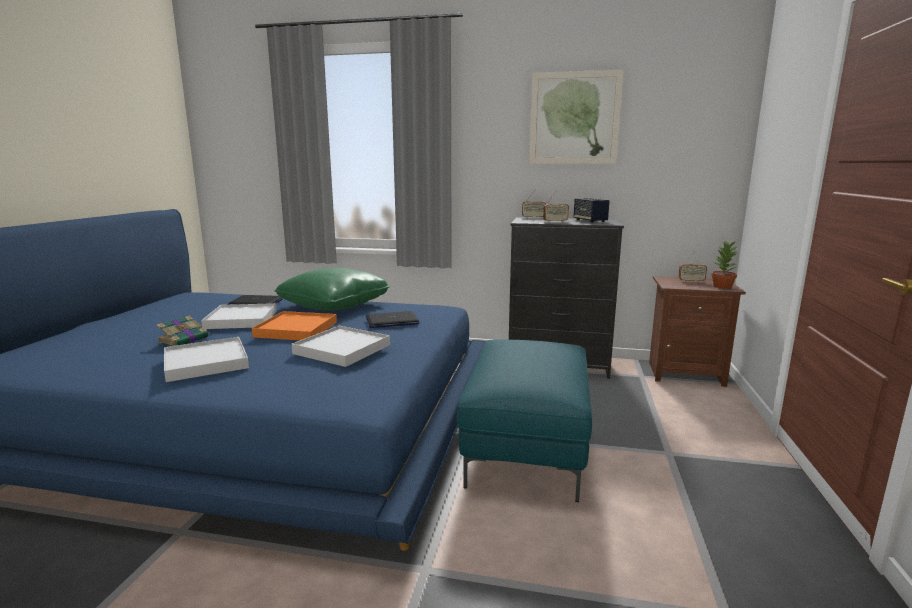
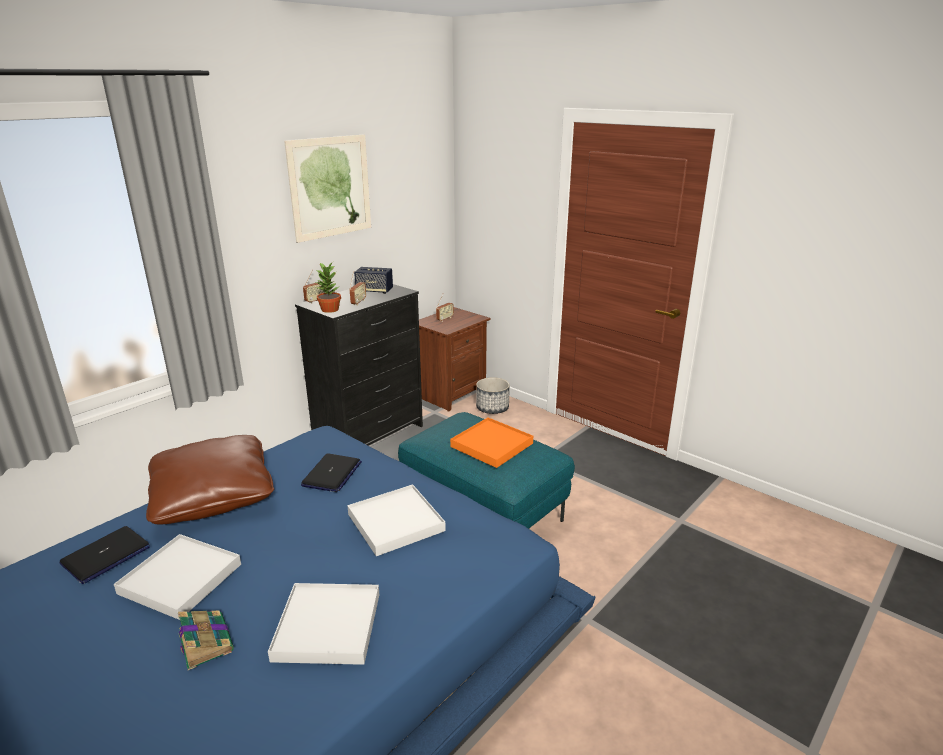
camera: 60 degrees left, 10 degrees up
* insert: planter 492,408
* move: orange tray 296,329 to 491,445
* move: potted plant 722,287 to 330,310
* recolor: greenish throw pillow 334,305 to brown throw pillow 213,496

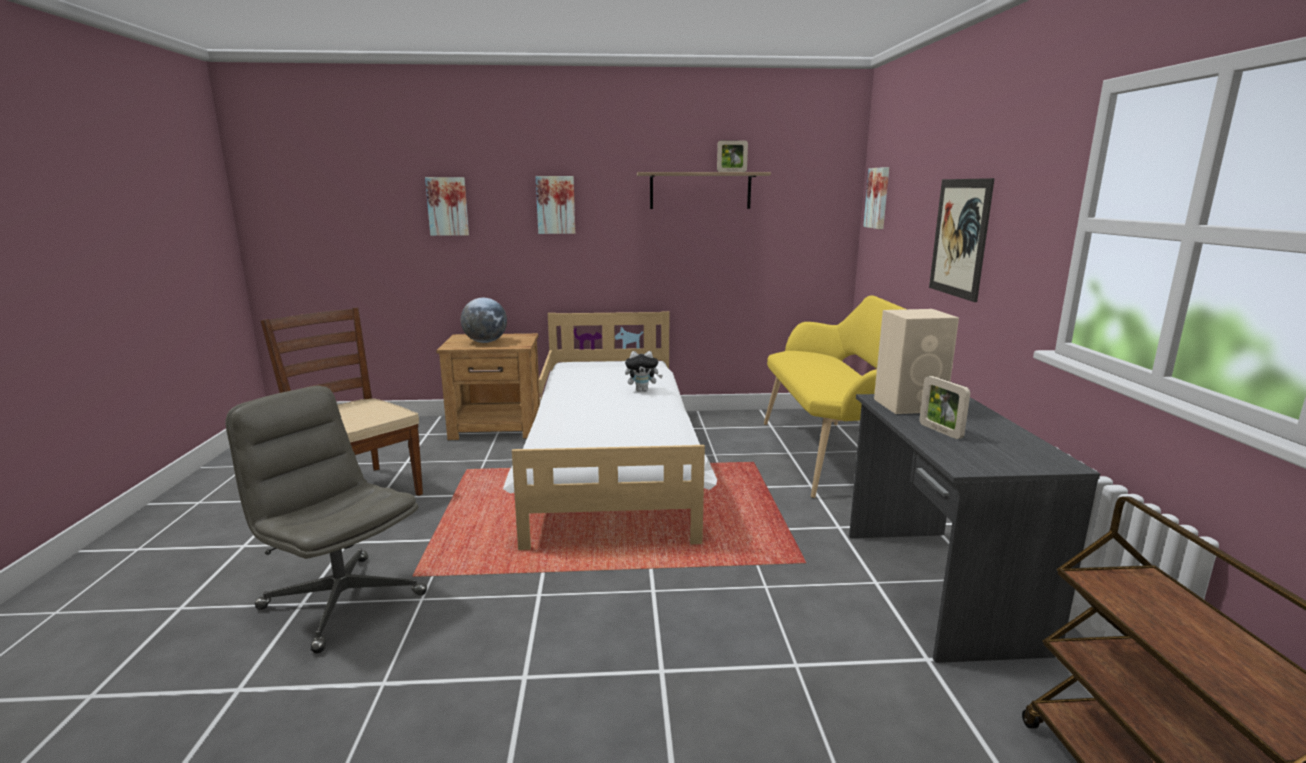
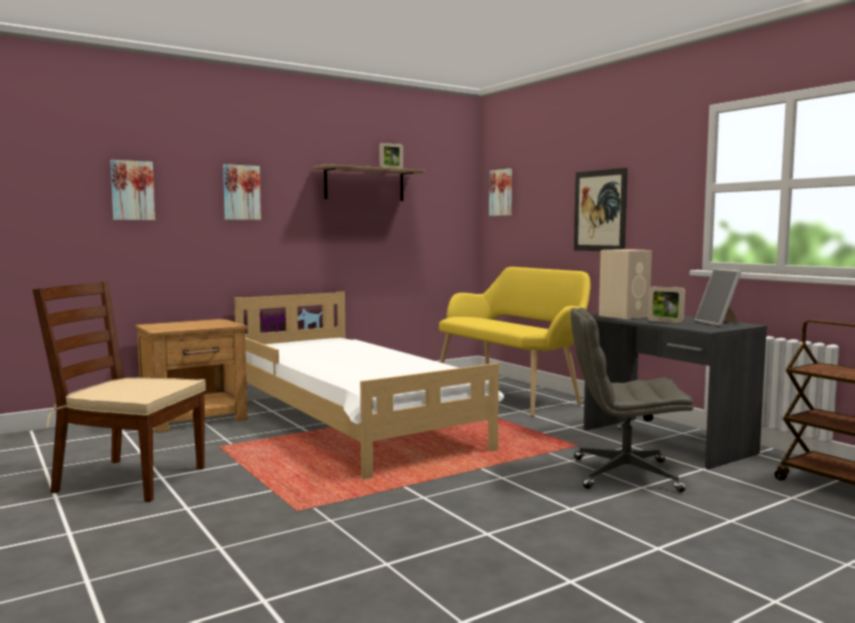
camera: 30 degrees left, 10 degrees down
* delete: globe 485,342
* delete: plush toy 642,390
* insert: picture frame 718,323
* move: greyish desk chair 341,601 to 623,474

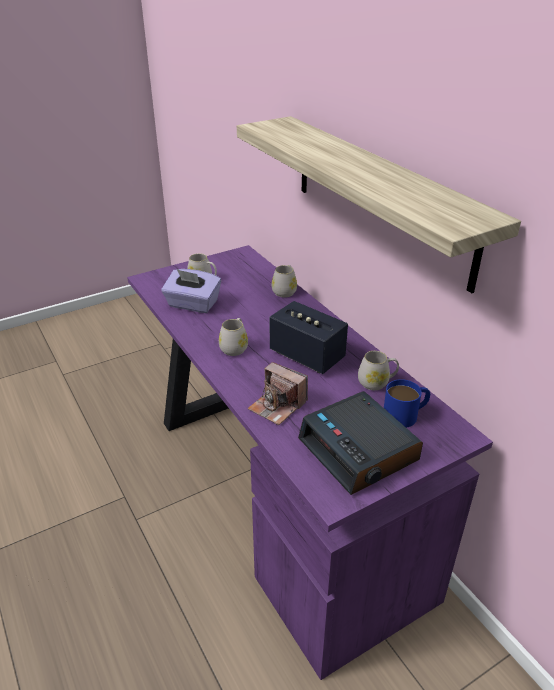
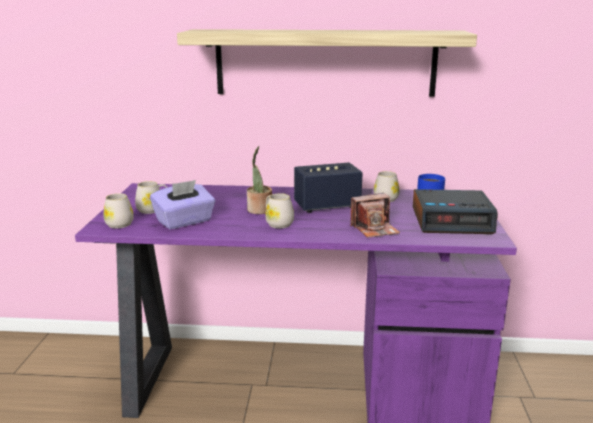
camera: 55 degrees left, 15 degrees down
* insert: potted plant 259,210
* move: whitish mug 285,290 to 118,223

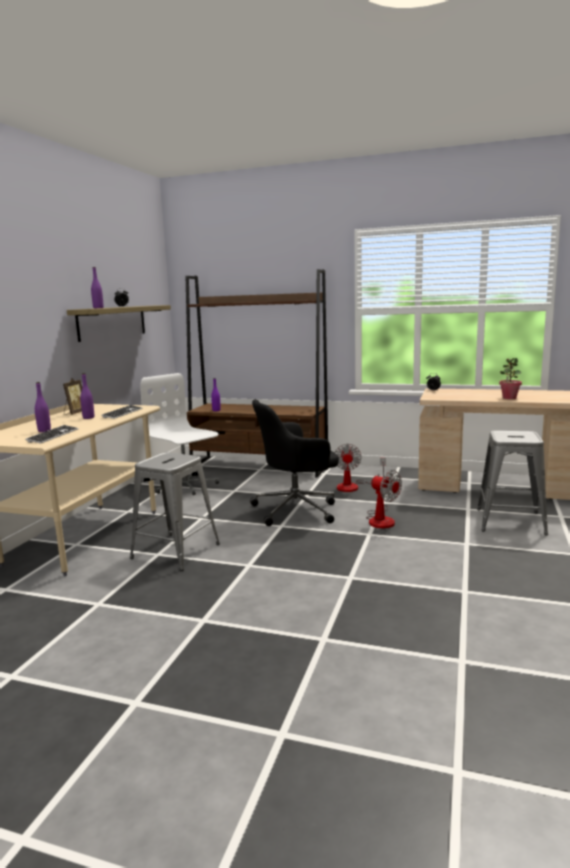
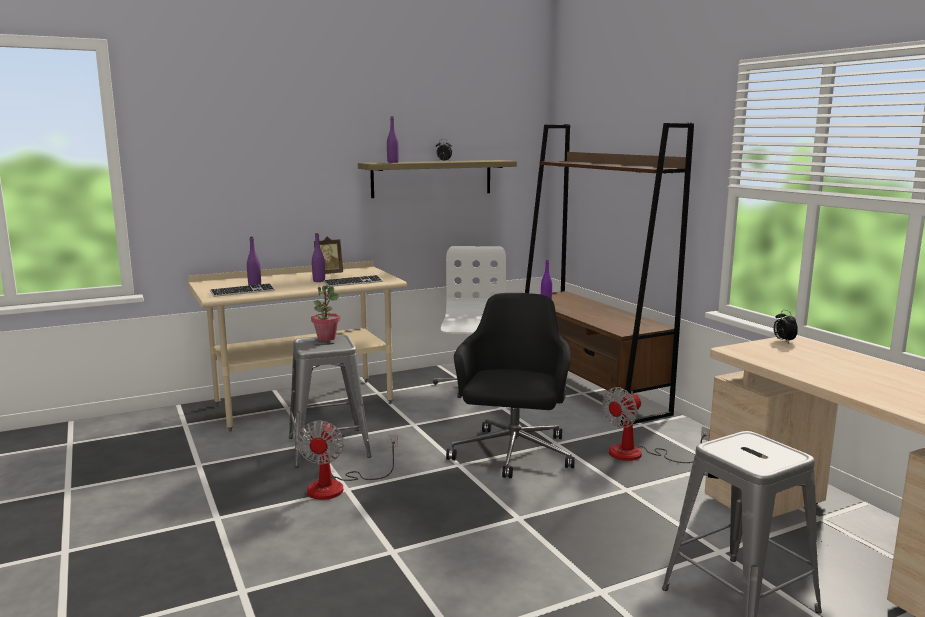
camera: 45 degrees right, 0 degrees up
* move: fan 381,519 to 338,486
* move: potted plant 509,398 to 326,338
* rotate: black desk chair 297,509 = 512,454 75 degrees clockwise

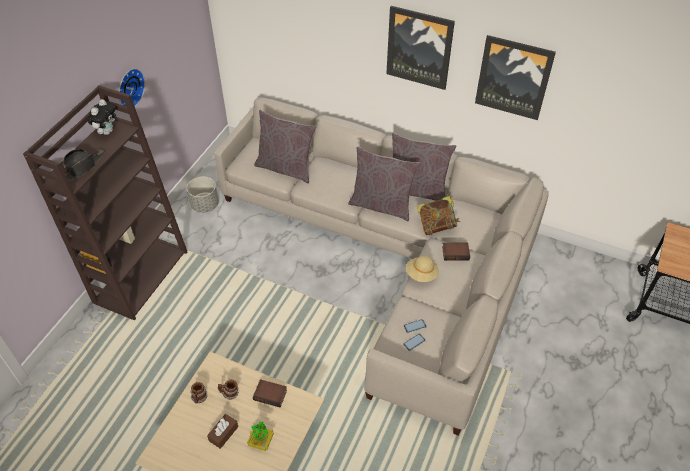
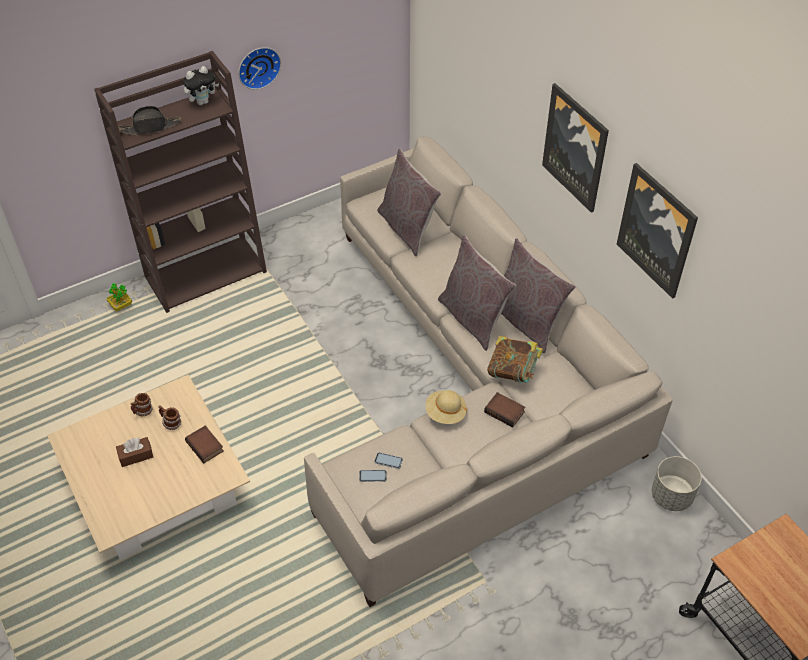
camera: 35 degrees right, 0 degrees up
* move: greyish planter 205,205 to 672,496
* move: potted plant 261,442 to 121,305

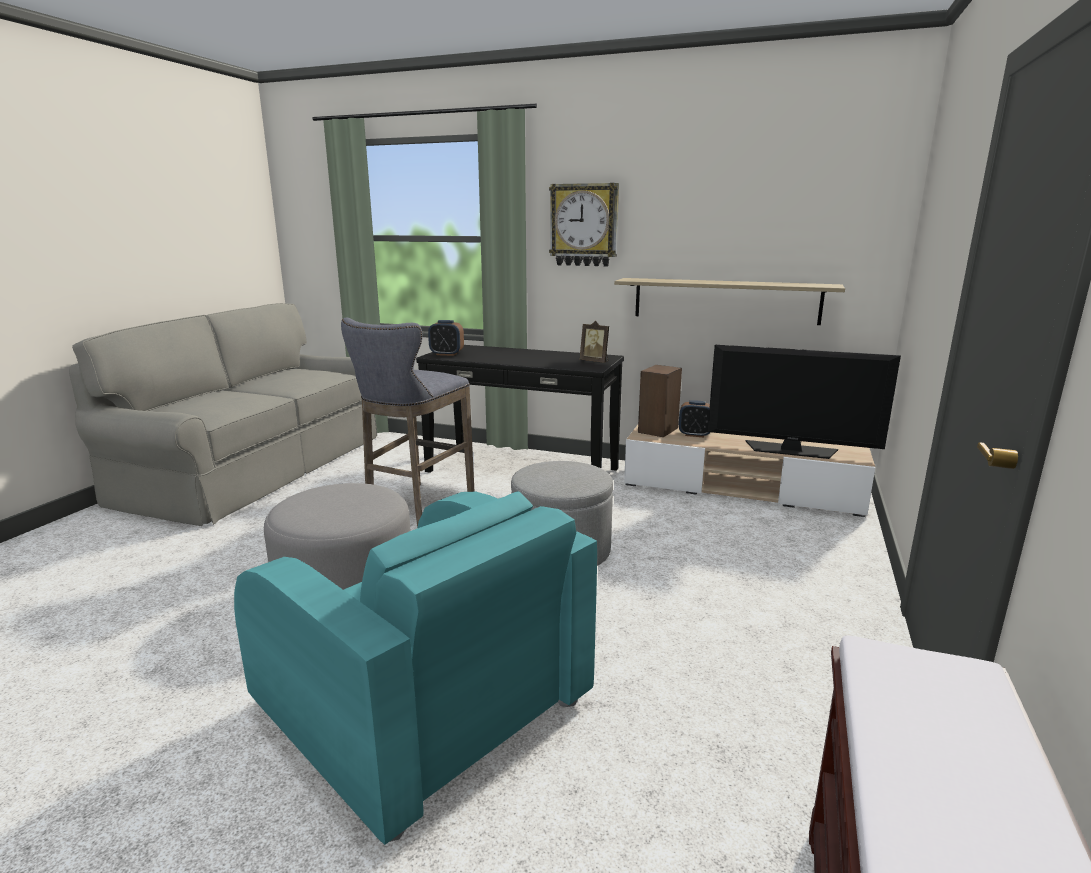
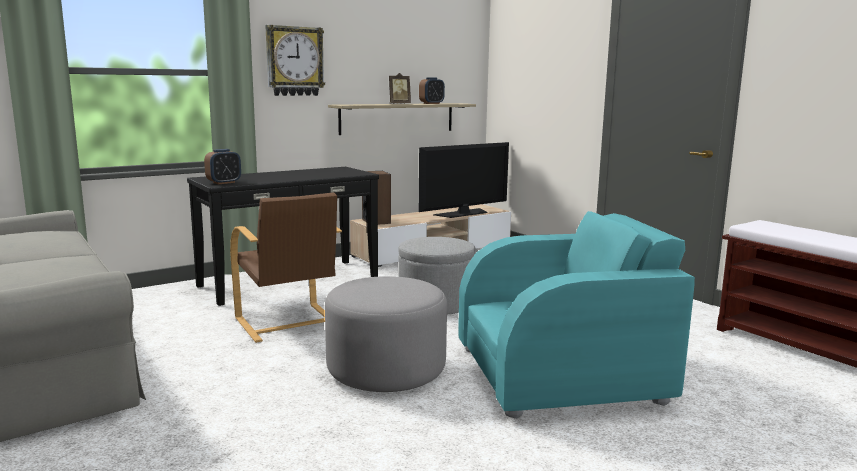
camera: 55 degrees left, 5 degrees down
* move: picture frame 595,361 to 399,104
* move: alarm clock 694,434 to 431,103
* replace: greyish stool seat 417,508 to brown armchair 288,323

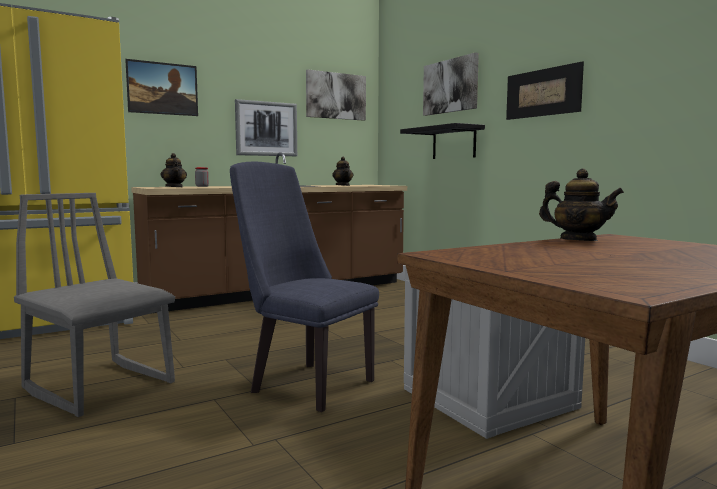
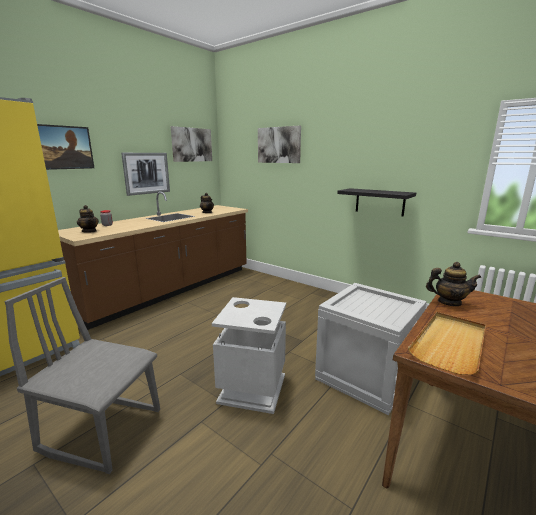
camera: 20 degrees left, 10 degrees up
* delete: picture 542,92
* insert: beige-coloured tray 450,343
* move: black shelf 454,143 to 379,202
* replace: blue upright chair 305,383 to greyish rubbish bin 252,388

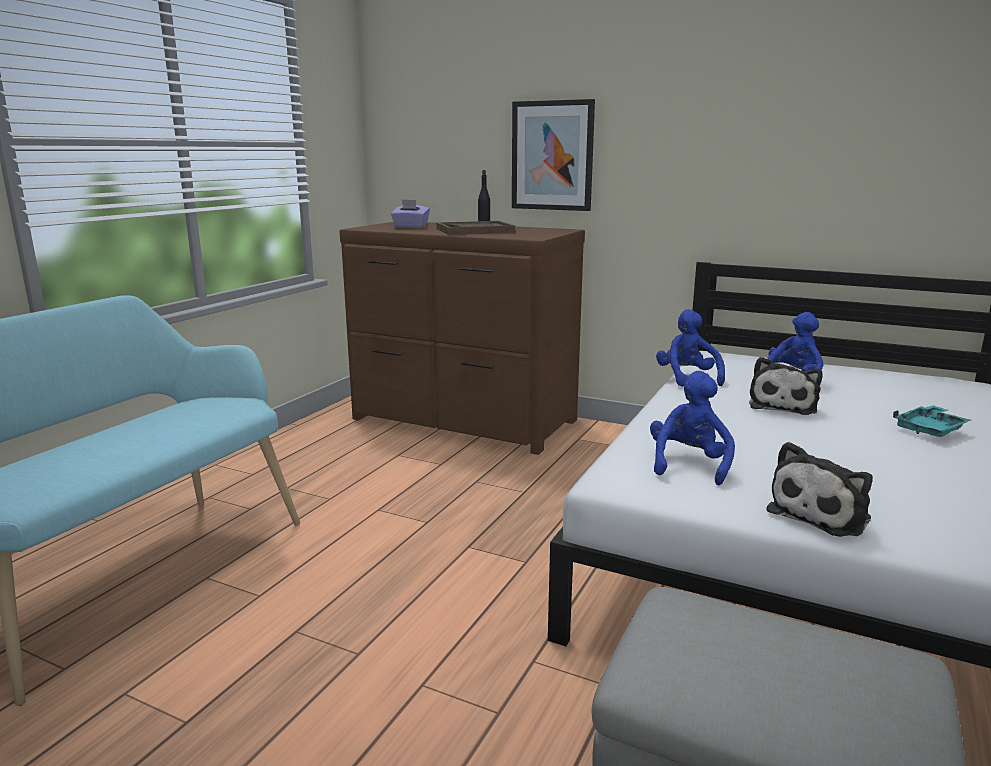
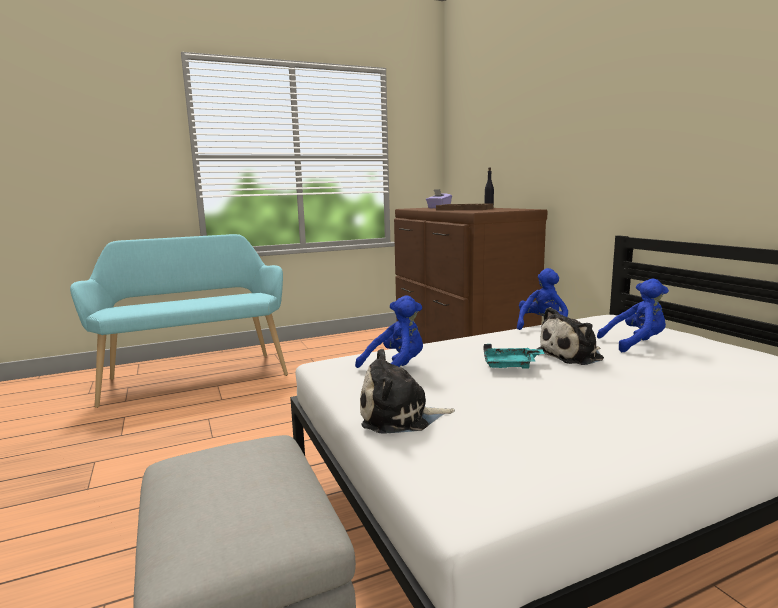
camera: 40 degrees right, 5 degrees down
* delete: picture 552,156
* move: blue-green tray 930,430 to 510,365

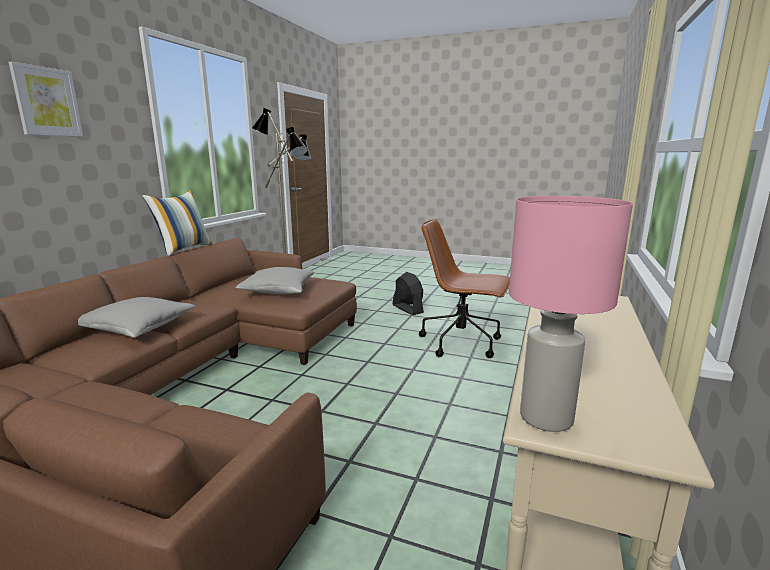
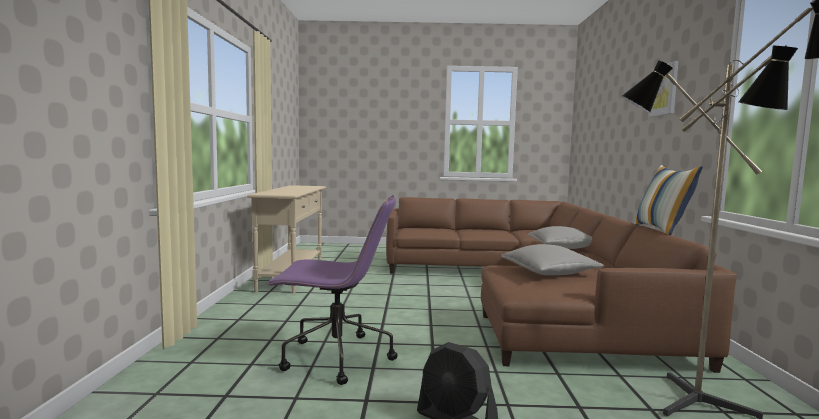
camera: 160 degrees right, 10 degrees down
* delete: pink-coloured table lamp 545,418
* recolor: brown desk chair 462,343 to purple-coloured desk chair 335,358

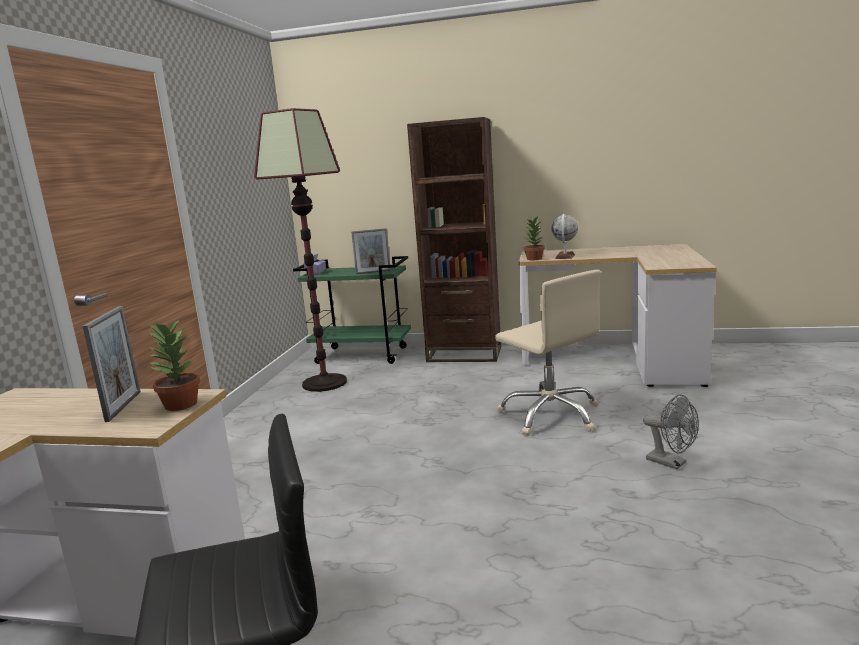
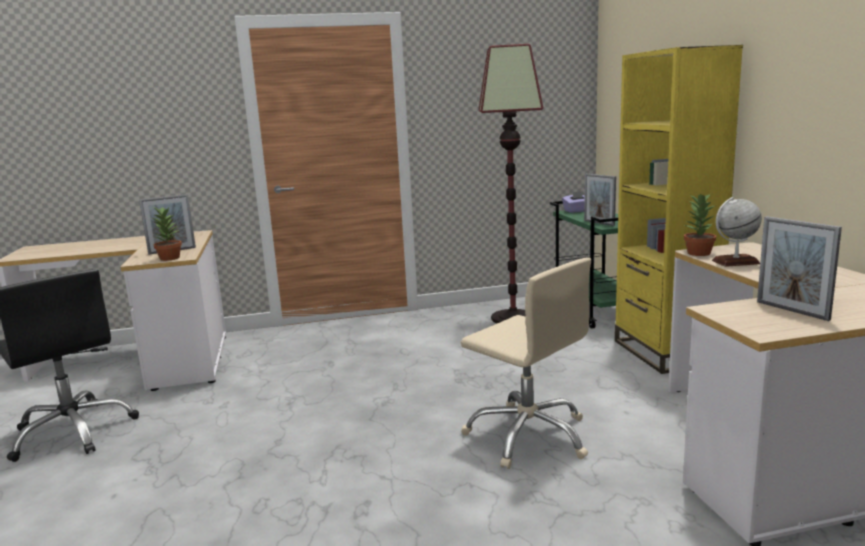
camera: 65 degrees right, 0 degrees up
* delete: greyish fan 671,463
* insert: picture frame 792,310
* recolor: brown shelving unit 464,354 to yellow shelving unit 664,352
* rotate: beige-coloured desk chair 550,415 = 528,435 75 degrees counterclockwise

